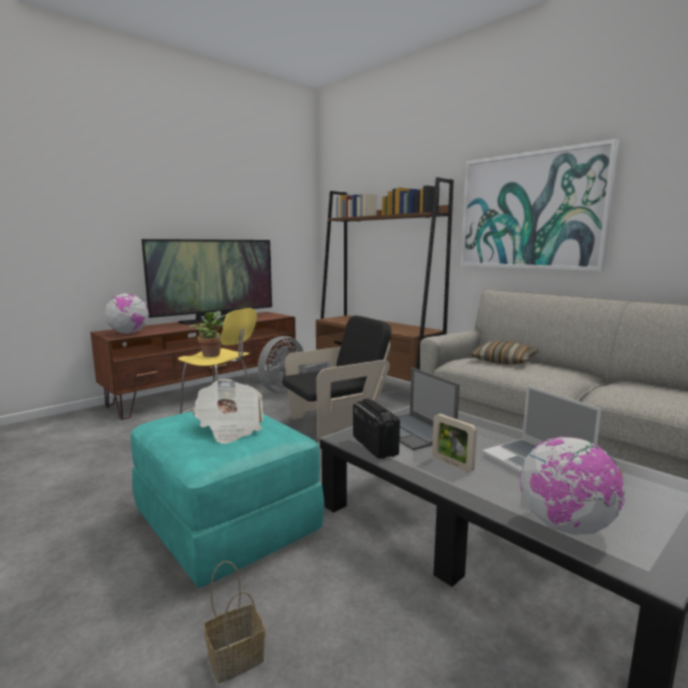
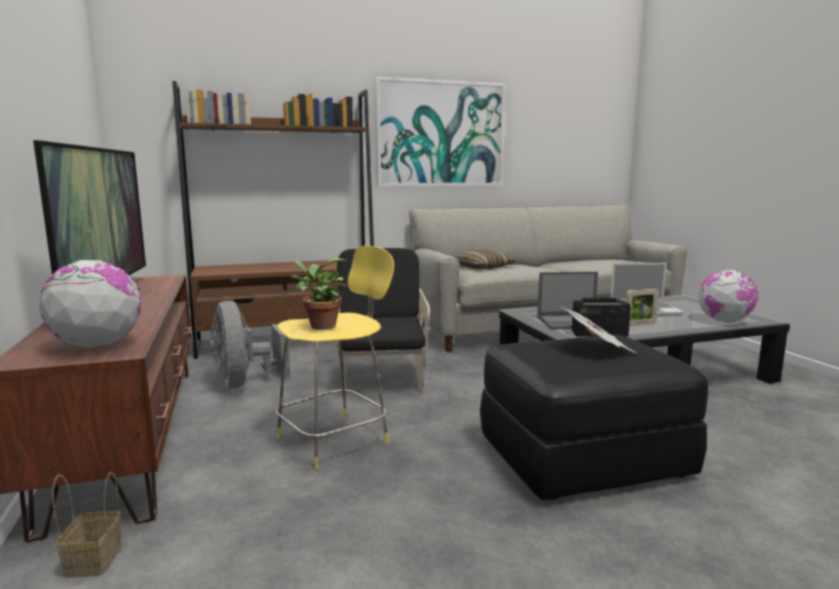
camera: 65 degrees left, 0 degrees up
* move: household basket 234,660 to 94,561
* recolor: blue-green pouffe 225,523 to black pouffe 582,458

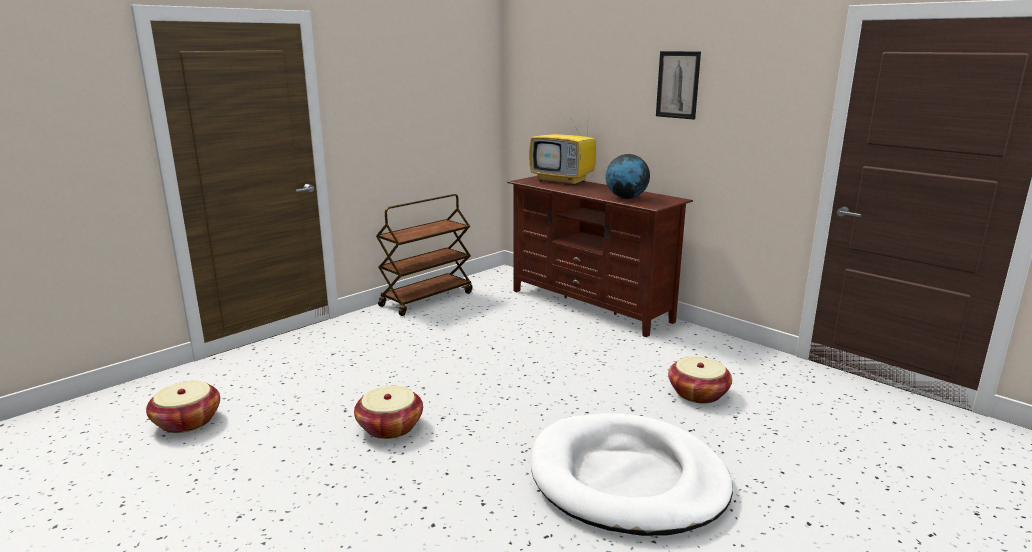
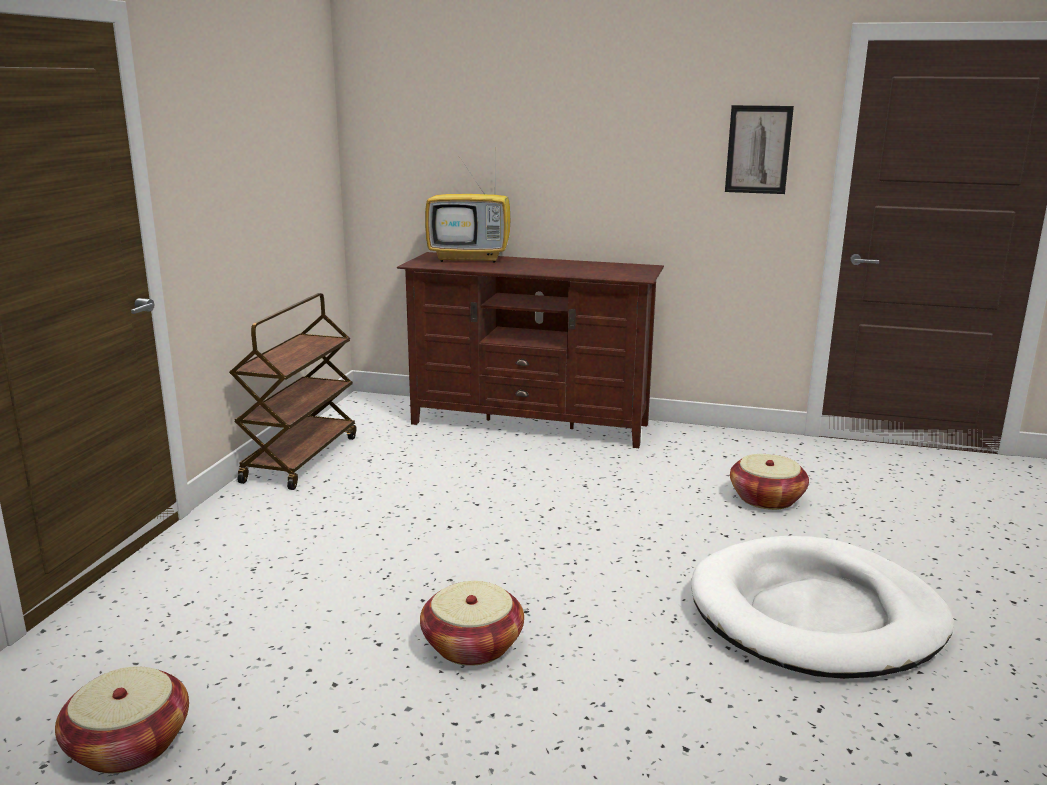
camera: 30 degrees left, 0 degrees up
* delete: globe 626,198
* move: picture 678,85 to 758,149

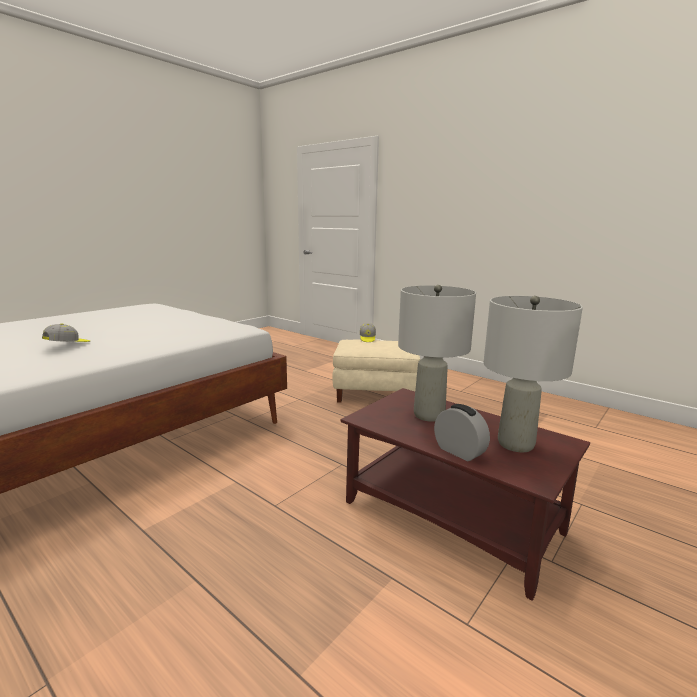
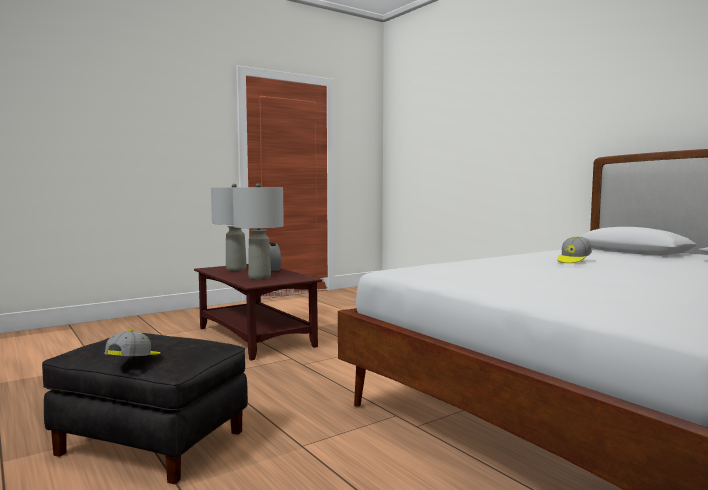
camera: 165 degrees left, 10 degrees down
* recolor: beige-coloured pouffe 376,393 to black pouffe 150,443

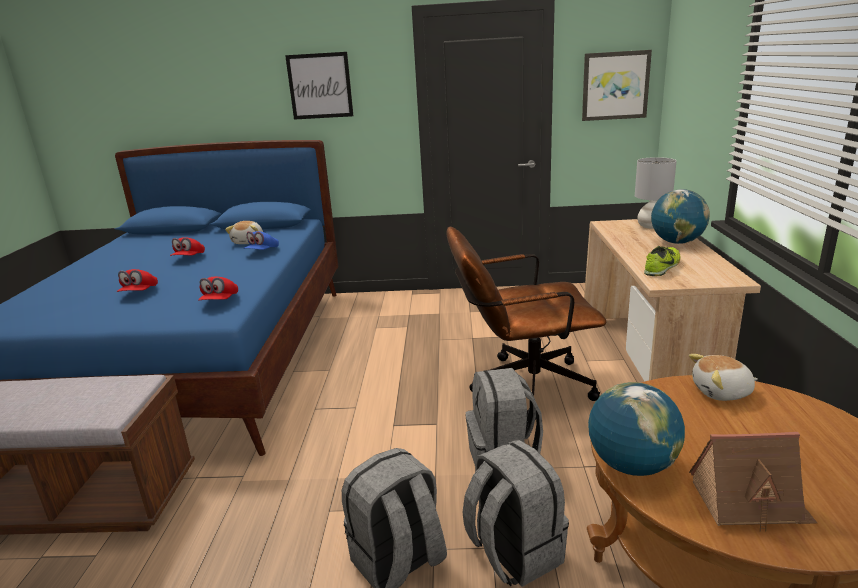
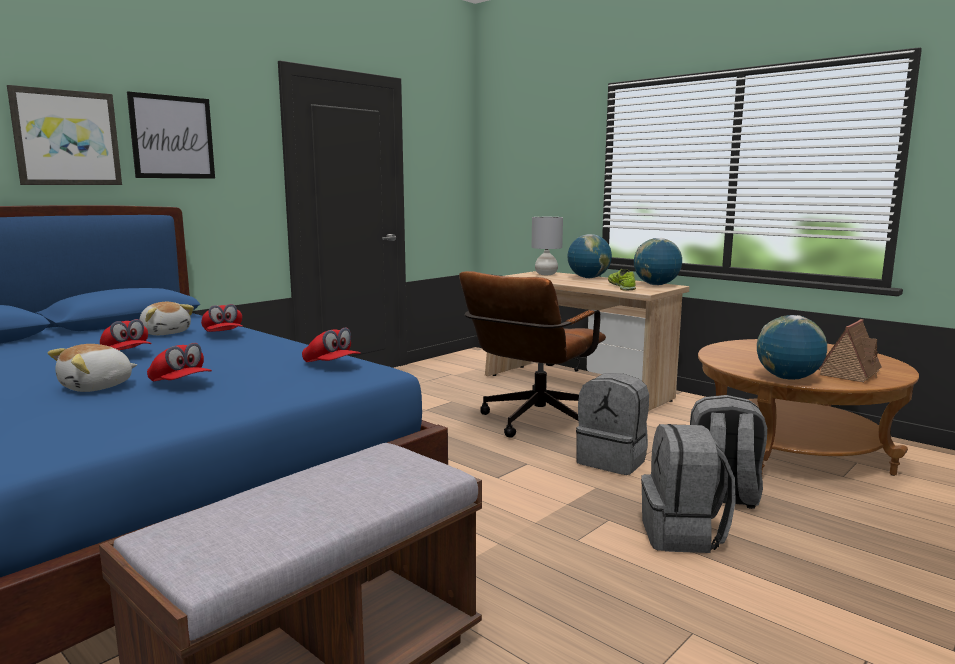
camera: 50 degrees left, 10 degrees down
* insert: globe 656,285
* move: picture 615,85 to 66,138
* move: plush toy 722,392 to 97,387
* recolor: blue baseball cap 262,252 to red-coloured baseball cap 223,335

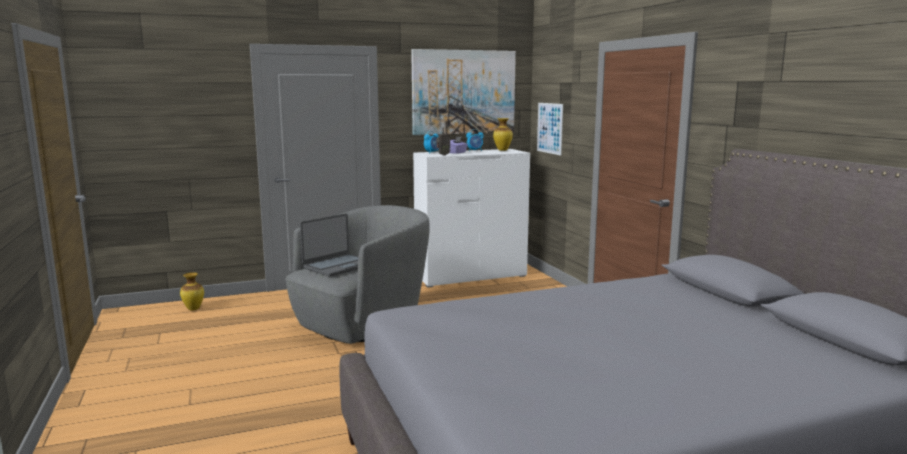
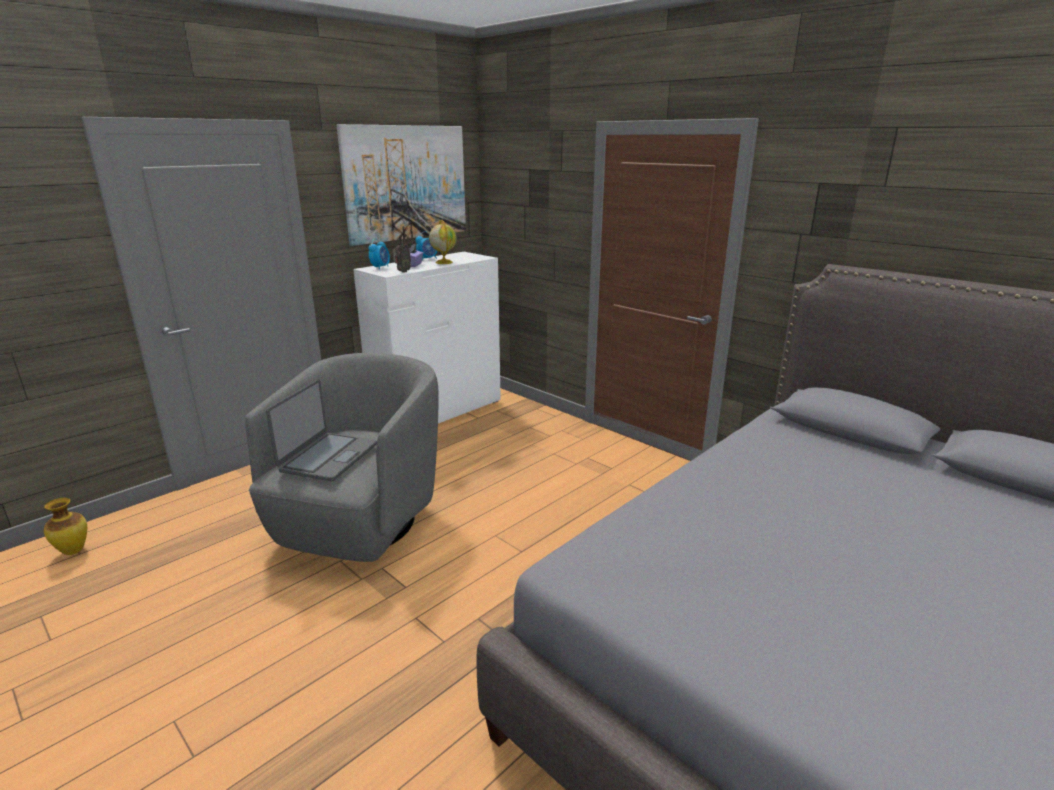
camera: 25 degrees left, 10 degrees up
* delete: flower vase 502,150
* delete: picture 549,128
* insert: globe 443,262

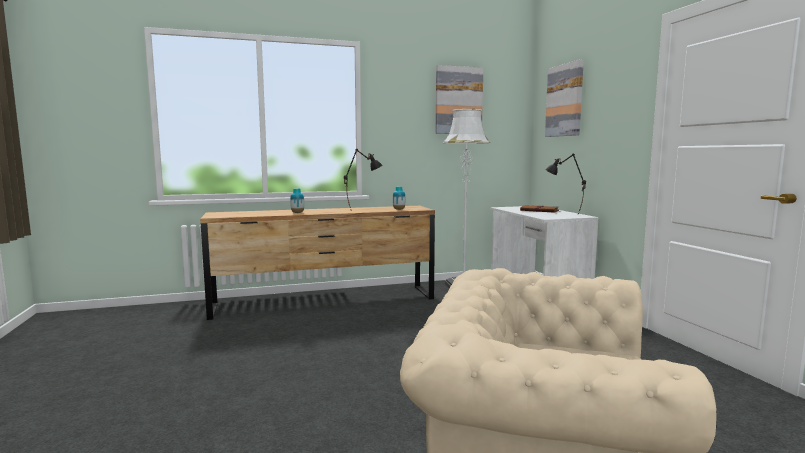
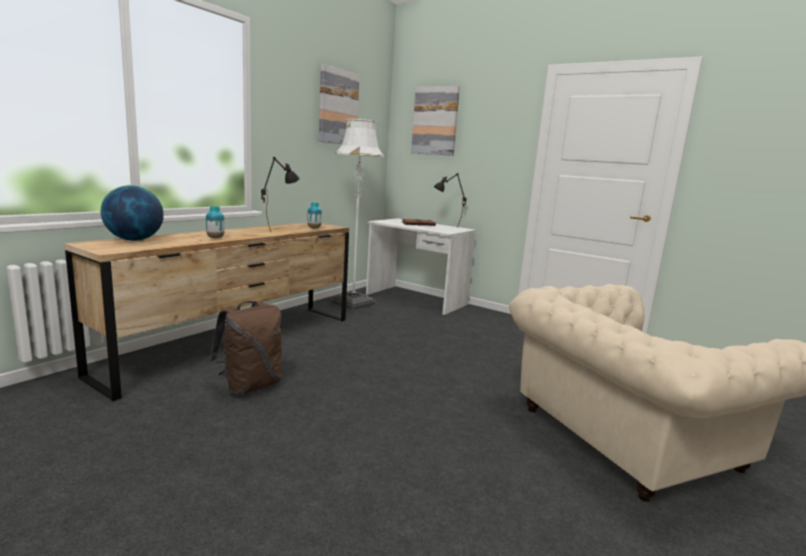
camera: 40 degrees left, 5 degrees up
* insert: globe 134,240
* insert: brown backpack 250,386

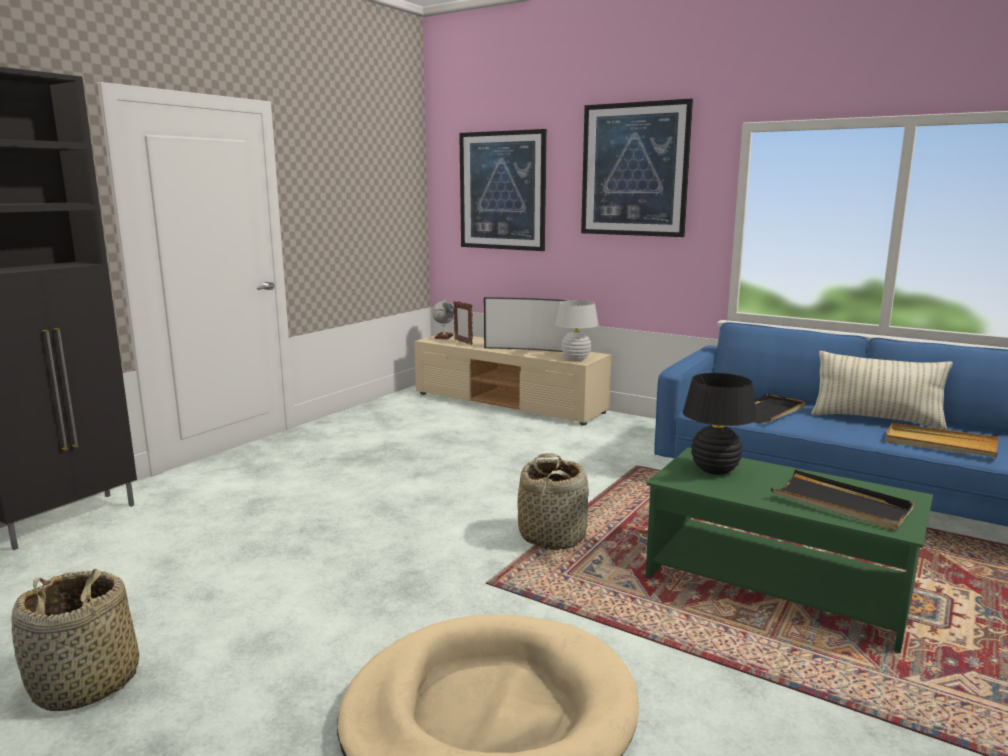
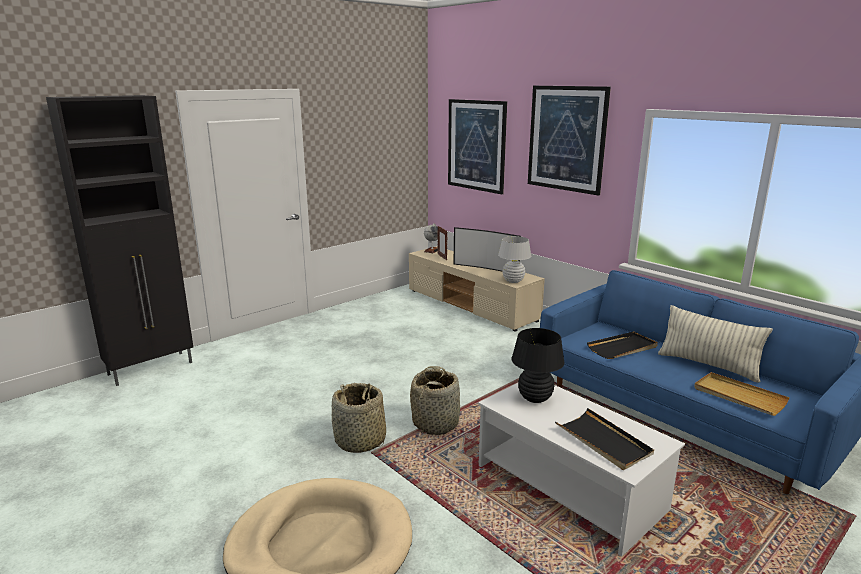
camera: 15 degrees right, 5 degrees up
* move: household basket 86,684 to 360,441
* recolor: greenish low table 778,586 to whitish low table 570,488

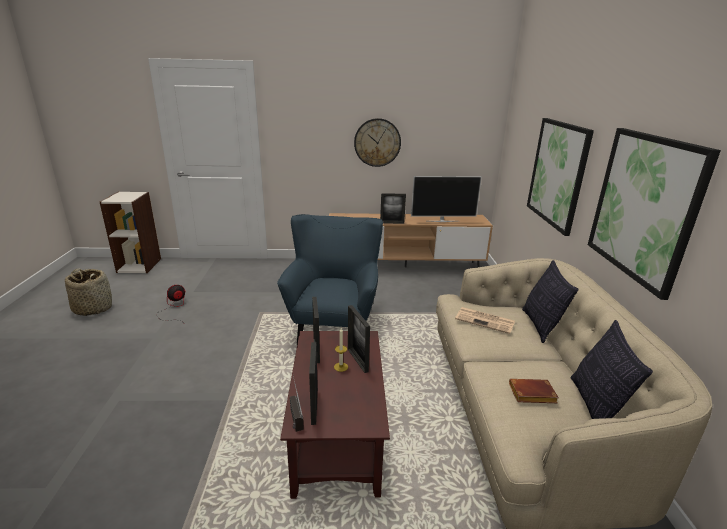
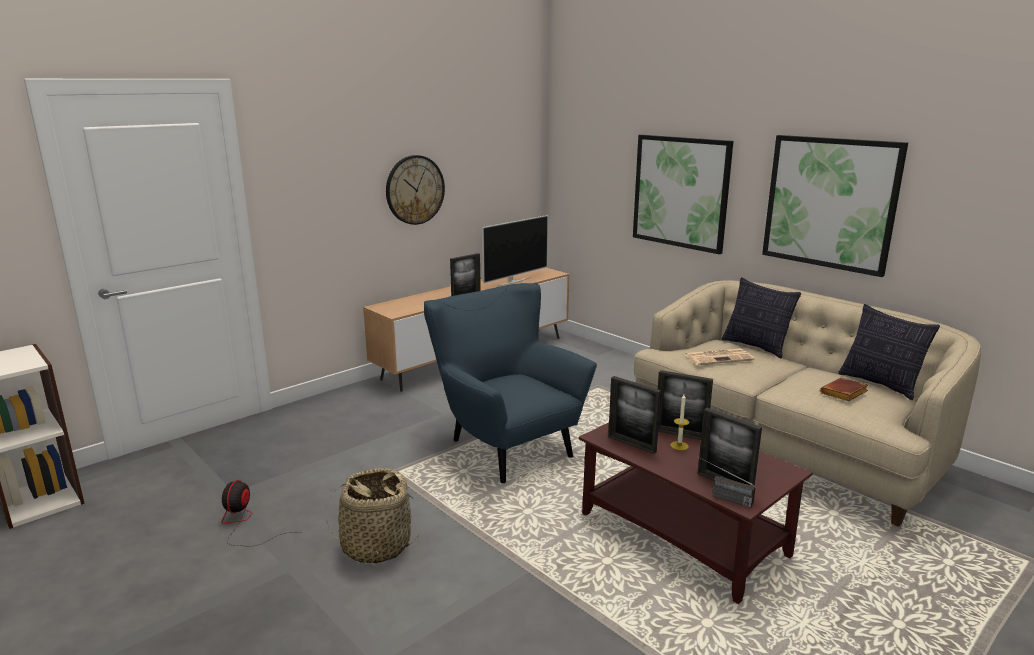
camera: 40 degrees left, 5 degrees down
* move: household basket 93,308 to 376,546

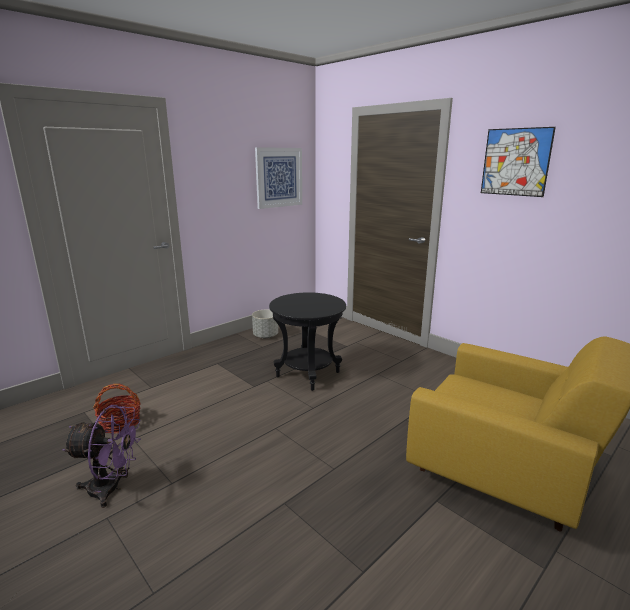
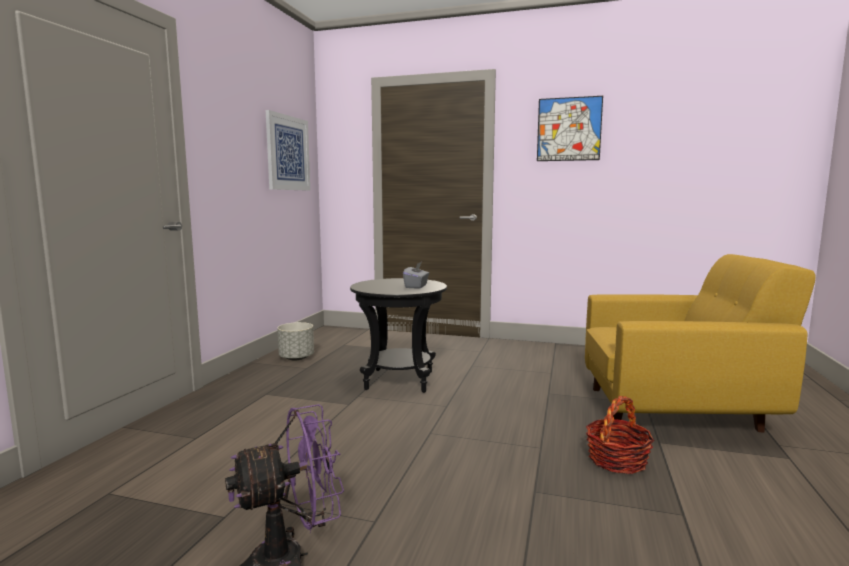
camera: 30 degrees left, 10 degrees down
* insert: greyish tissue box 416,286
* move: household basket 120,423 to 617,460

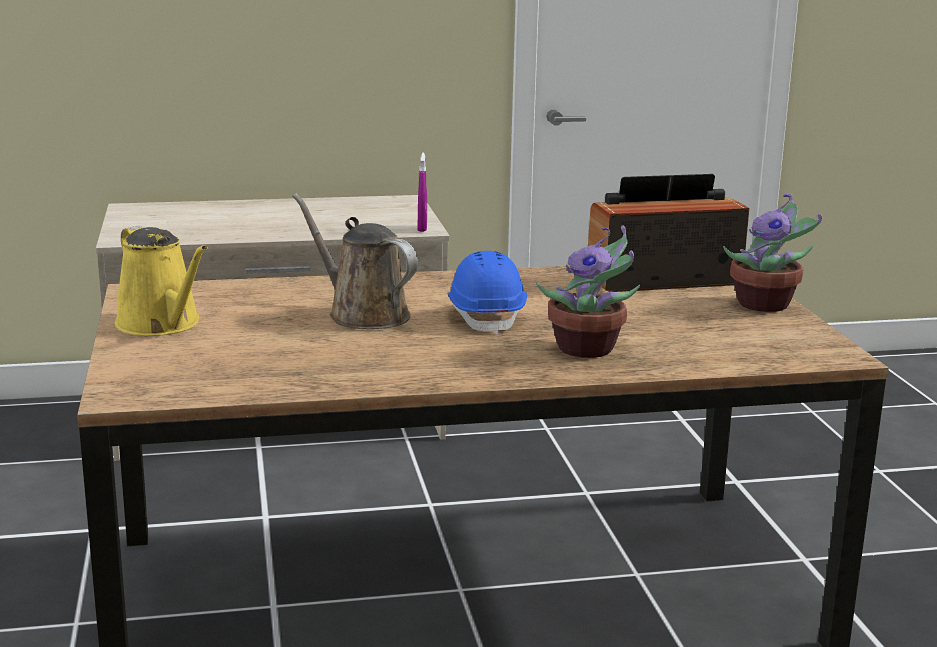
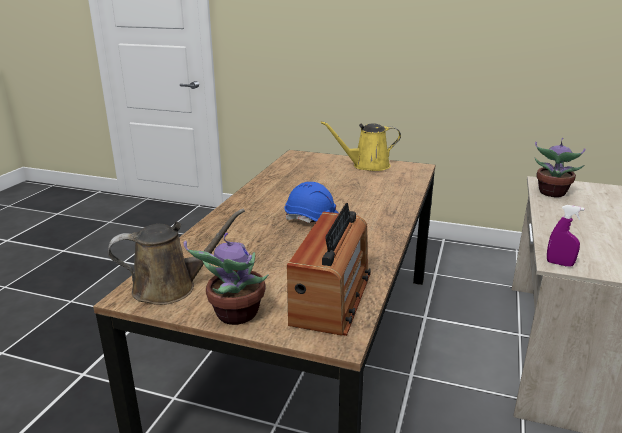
camera: 120 degrees right, 5 degrees up
* move: brown watering pot 363,314 to 171,287
* move: potted plant 589,349 to 551,193

